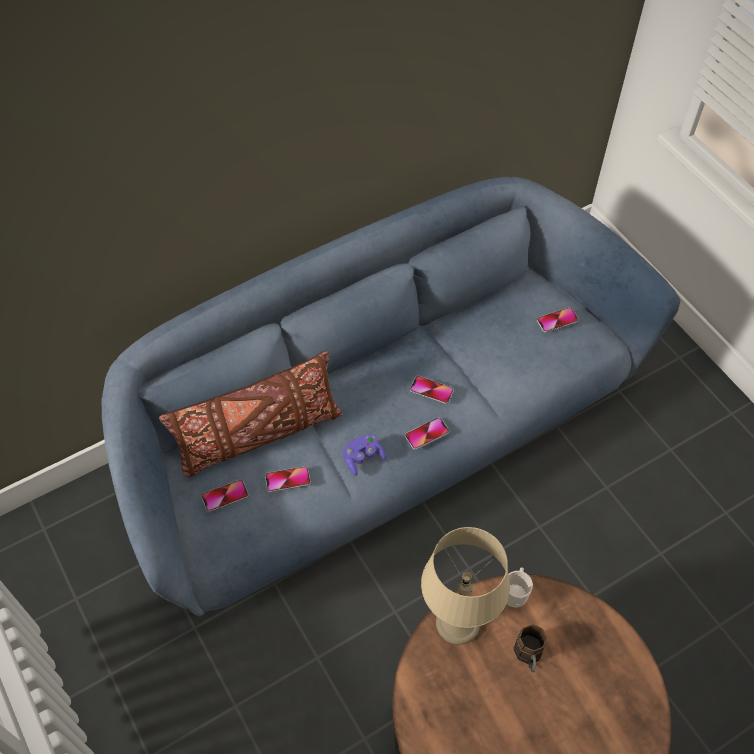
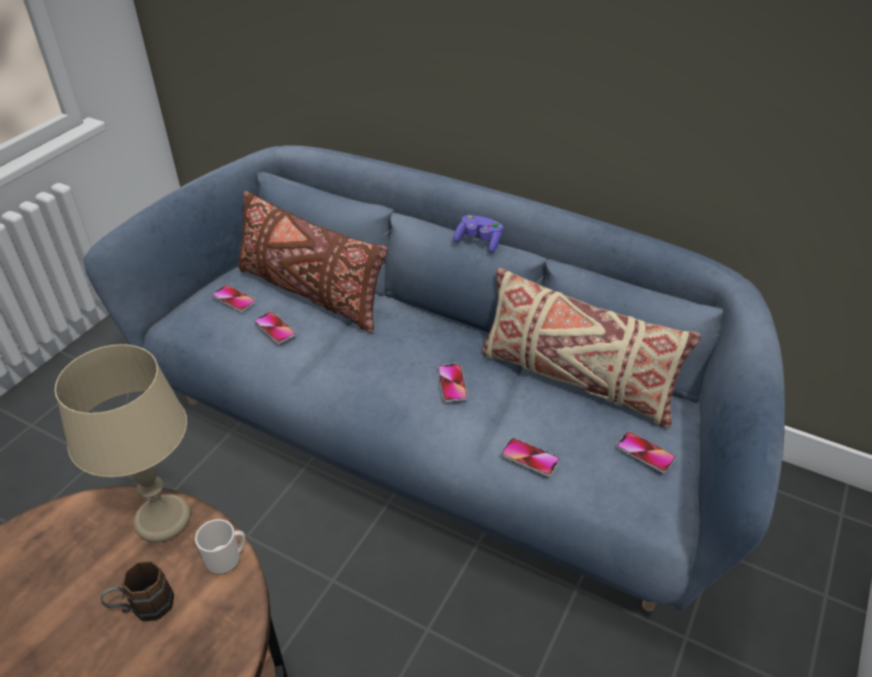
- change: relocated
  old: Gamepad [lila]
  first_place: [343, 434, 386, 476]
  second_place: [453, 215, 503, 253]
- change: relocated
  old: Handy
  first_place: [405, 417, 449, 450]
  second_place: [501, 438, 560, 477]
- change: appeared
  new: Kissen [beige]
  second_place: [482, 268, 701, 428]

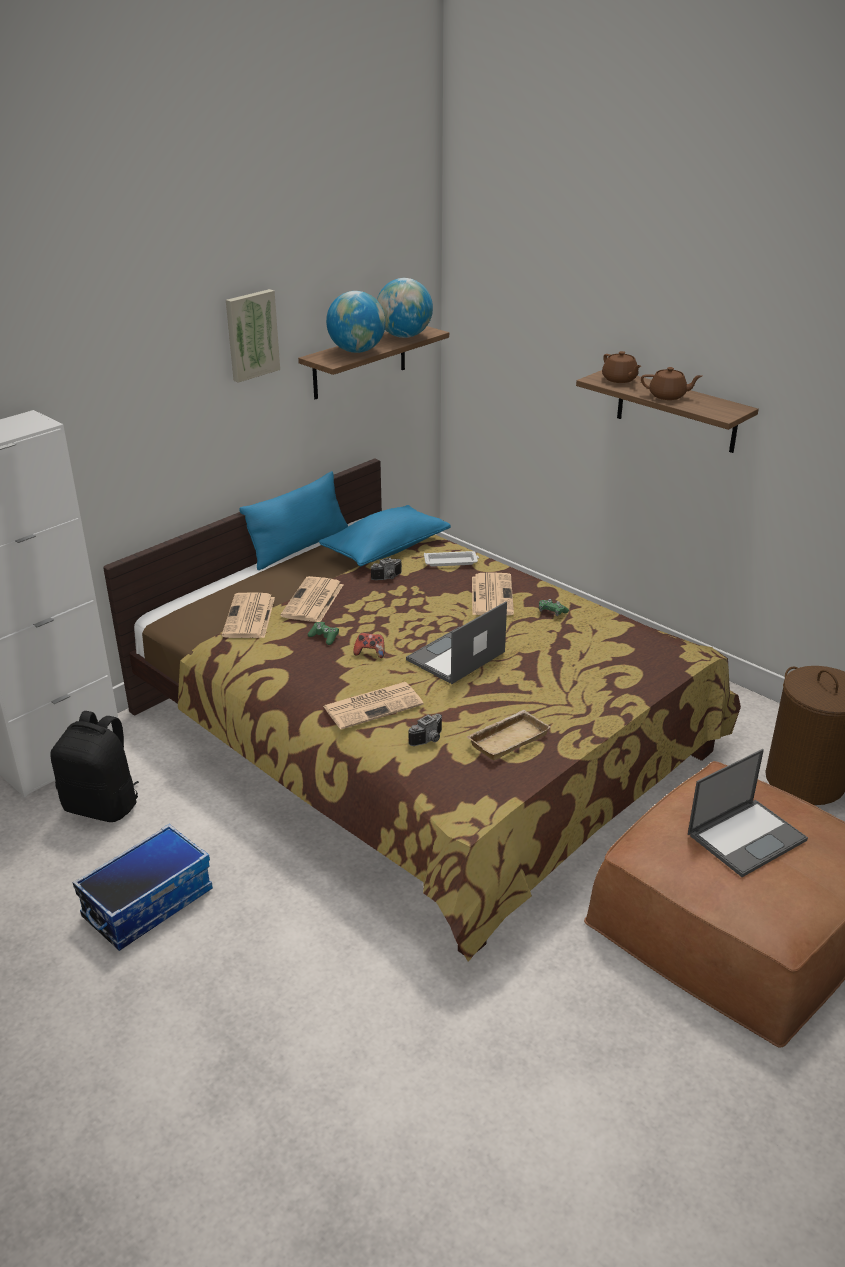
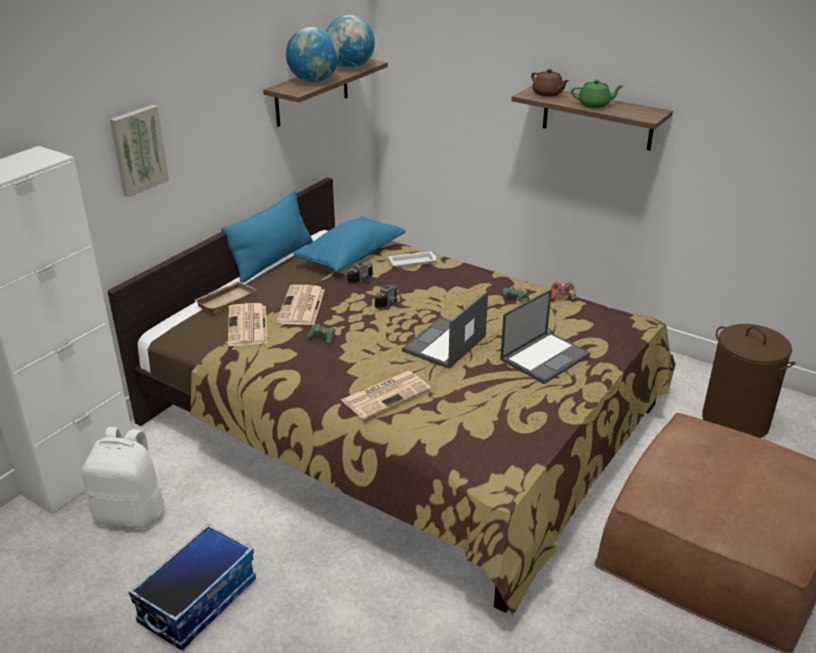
- change: colour
  old: Rucksack [schwarz]
  new: Rucksack [weiß]
  first_place: [50, 711, 139, 822]
  second_place: [82, 427, 164, 529]
- change: relocated
  old: Bild
  first_place: [226, 289, 280, 383]
  second_place: [110, 105, 169, 197]
- change: relocated
  old: Gamepad
  first_place: [353, 633, 385, 658]
  second_place: [551, 282, 576, 301]
- change: relocated
  old: Kamera
  first_place: [409, 714, 442, 746]
  second_place: [375, 285, 398, 309]
- change: relocated
  old: Tablett [beige]
  first_place: [466, 710, 550, 761]
  second_place: [194, 281, 257, 314]
- change: missing
  old: Zeitung
  first_place: [472, 572, 514, 615]
- change: colour
  old: Teekanne [braun]
  new: Teekanne [grün]
  first_place: [641, 367, 702, 400]
  second_place: [571, 80, 623, 108]
- change: relocated
  old: Laptop
  first_place: [688, 749, 808, 877]
  second_place: [500, 289, 590, 384]

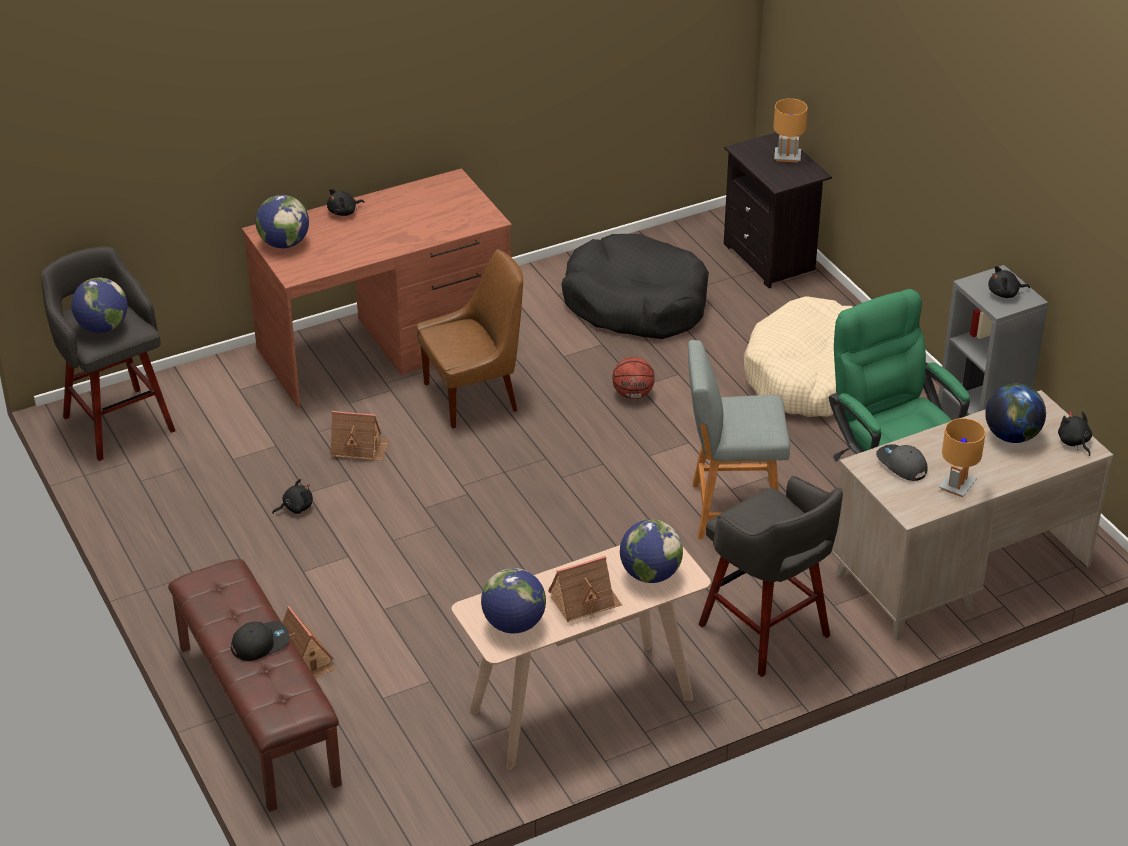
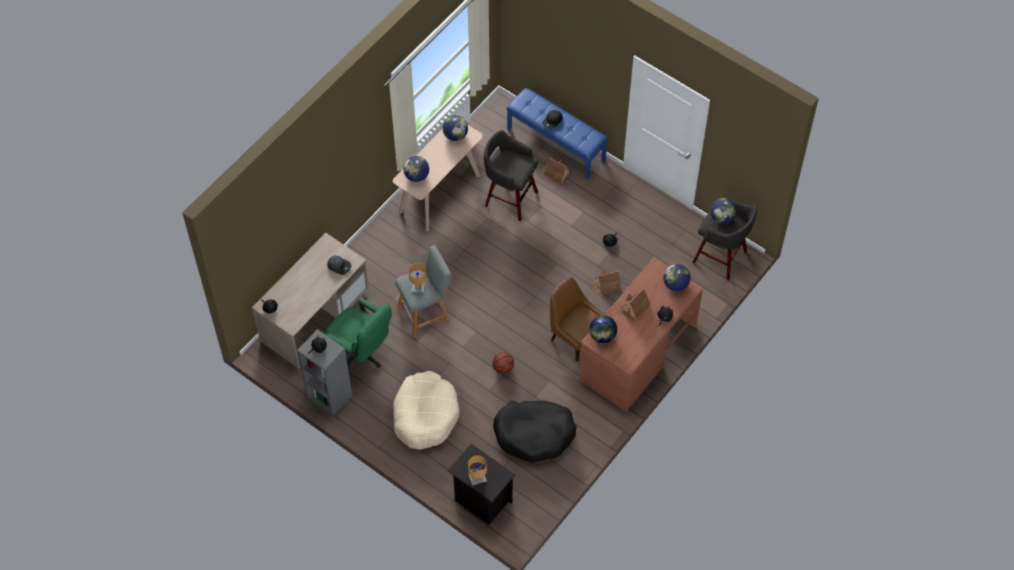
- change: colour
  old: Bank [braun]
  new: Bank [blau]
  first_place: [168, 559, 342, 812]
  second_place: [506, 88, 608, 179]
- change: spun
  old: Stuhl [braun]
  first_place: [417, 249, 523, 428]
  second_place: [550, 277, 604, 361]
  degrees: 90
- change: relocated
  old: Spielzeughaus
  first_place: [548, 556, 622, 622]
  second_place: [620, 288, 650, 322]
- change: relocated
  old: Hocker [grau]
  first_place: [698, 476, 843, 677]
  second_place: [484, 130, 538, 221]
- change: relocated
  old: Tischlampe [braun]
  first_place: [939, 418, 986, 497]
  second_place: [408, 263, 427, 293]
- change: relocated
  old: Globus
  first_place: [985, 384, 1046, 443]
  second_place: [589, 315, 617, 343]

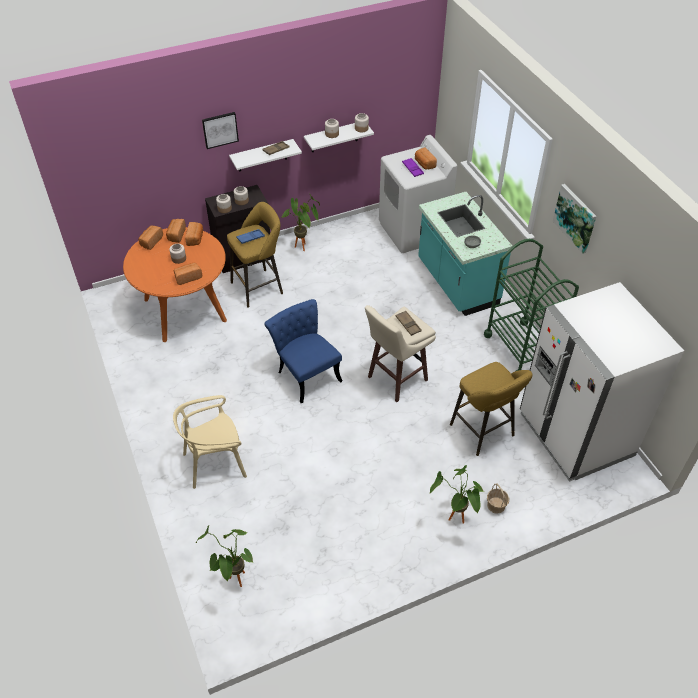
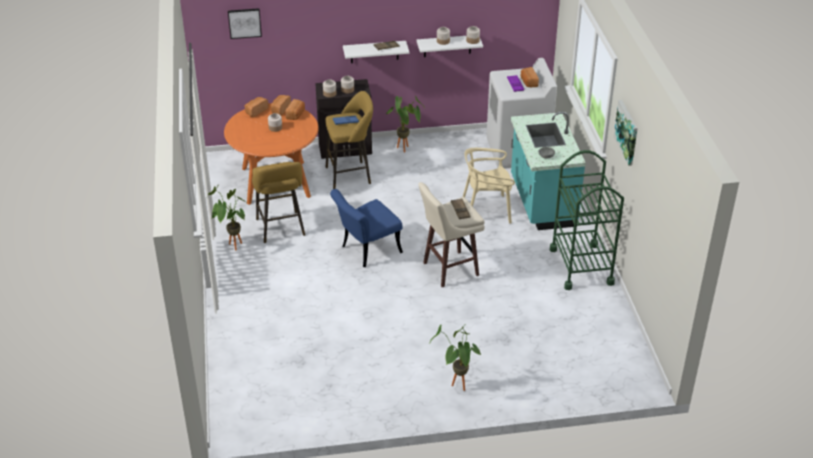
- change: relocated
  old: Stuhl [beige]
  first_place: [173, 395, 247, 489]
  second_place: [463, 148, 515, 223]
- change: missing
  old: Brot
  first_place: [174, 263, 202, 285]
- change: relocated
  old: Topfpflanze
  first_place: [196, 525, 253, 587]
  second_place: [208, 185, 246, 251]
- change: relocated
  old: Bild
  first_place: [202, 112, 239, 149]
  second_place: [228, 8, 262, 39]
- change: spun
  old: Stuhl [blau]
  first_place: [264, 299, 343, 403]
  second_place: [330, 189, 403, 267]
  degrees: -105
- change: relocated
  old: Hocker [gelb]
  first_place: [450, 362, 533, 456]
  second_place: [252, 162, 305, 243]
- change: missing
  old: Korb
  first_place: [487, 483, 509, 514]
- change: missing
  old: Kühlschrank [weiß]
  first_place: [520, 282, 684, 482]

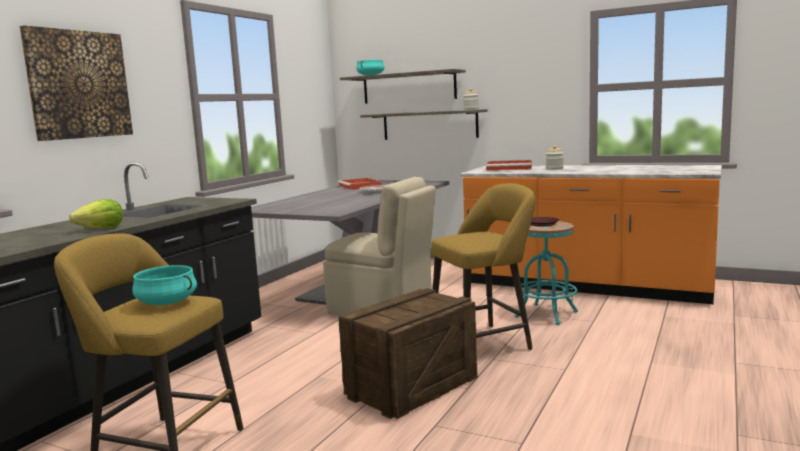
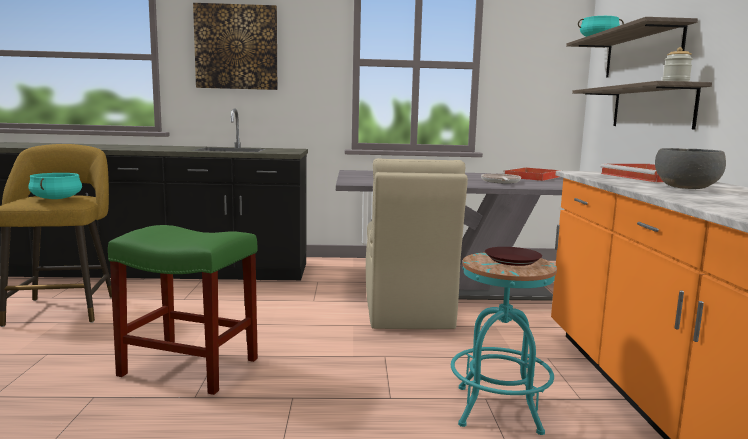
- change: missing
  old: Salatkopf
  first_place: [69, 199, 123, 228]
- change: exchanged
  old: Kiste
  new: Hocker [grün]
  first_place: [338, 288, 478, 419]
  second_place: [108, 225, 258, 395]
- change: missing
  old: Hocker [gelb]
  first_place: [431, 183, 536, 350]
- change: exchanged
  old: Vorratsglas
  new: Schüssel [grau]
  first_place: [546, 145, 564, 170]
  second_place: [655, 148, 726, 189]

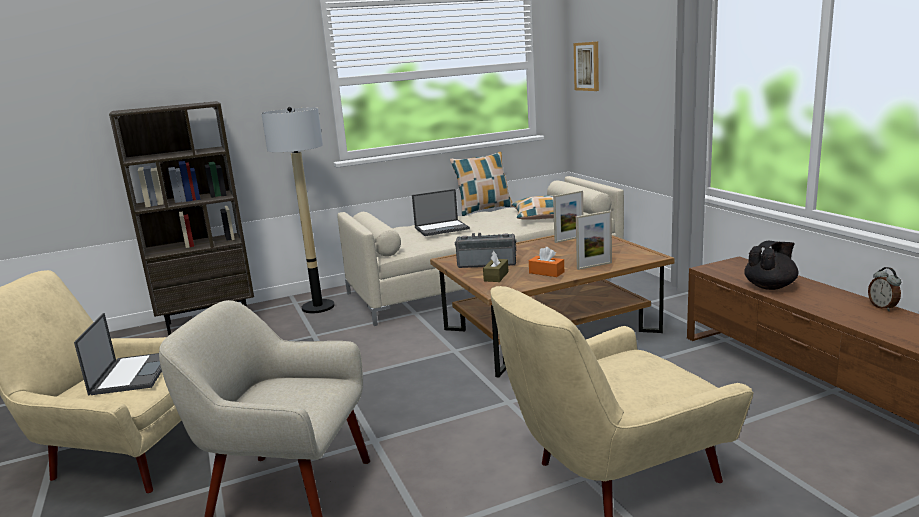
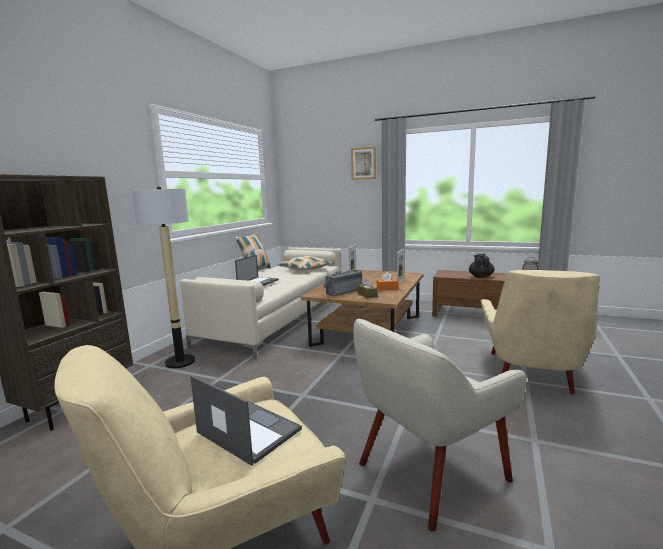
- change: relocated
  old: Bild
  first_place: [574, 42, 599, 91]
  second_place: [351, 147, 376, 180]

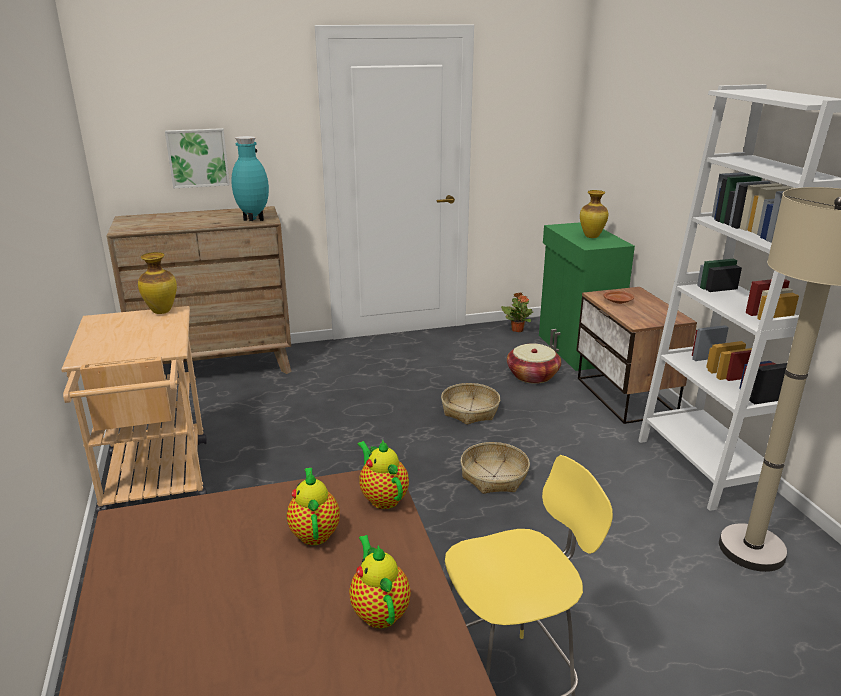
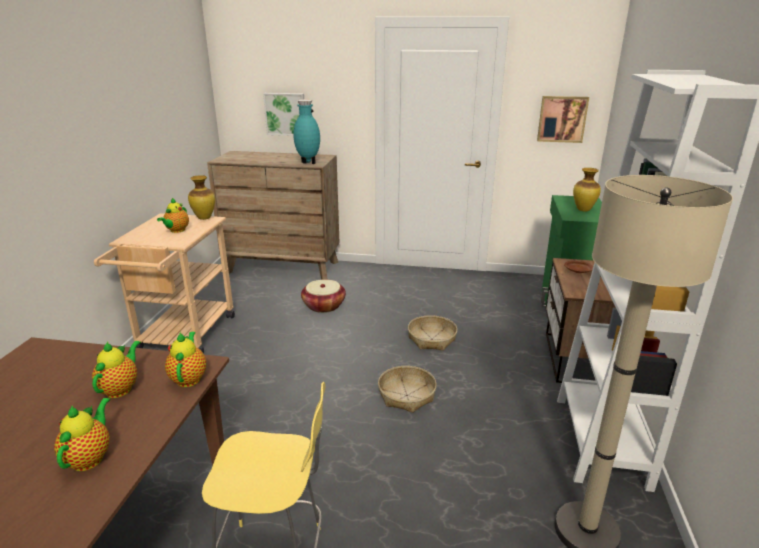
- change: missing
  old: Topfpflanze
  first_place: [501, 292, 533, 332]
- change: relocated
  old: Korb
  first_place: [507, 343, 561, 384]
  second_place: [301, 279, 346, 313]
- change: appeared
  new: Teekanne
  second_place: [157, 198, 189, 233]
- change: appeared
  new: Bild
  second_place: [537, 96, 589, 143]

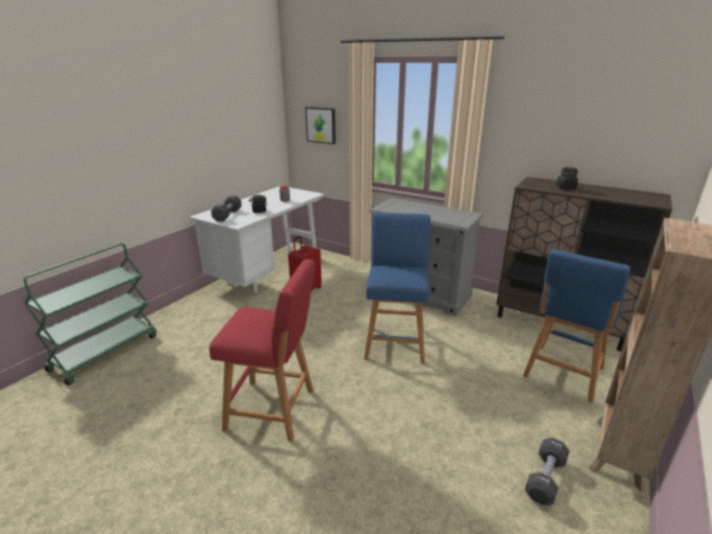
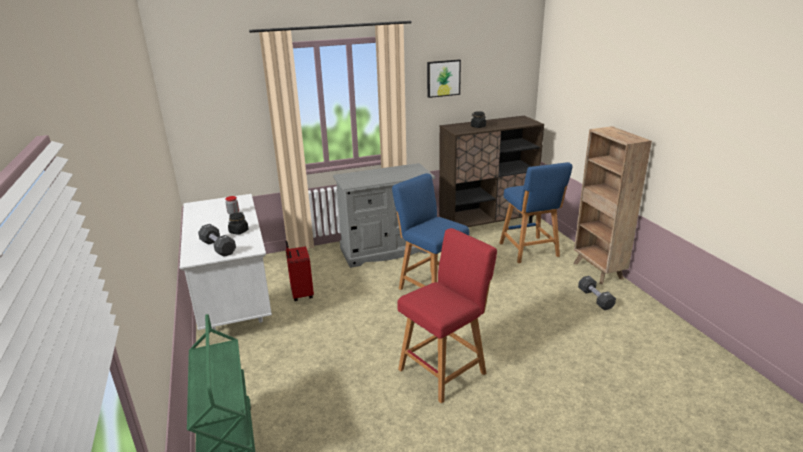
- change: relocated
  old: Bild
  first_place: [305, 107, 336, 144]
  second_place: [427, 59, 461, 98]

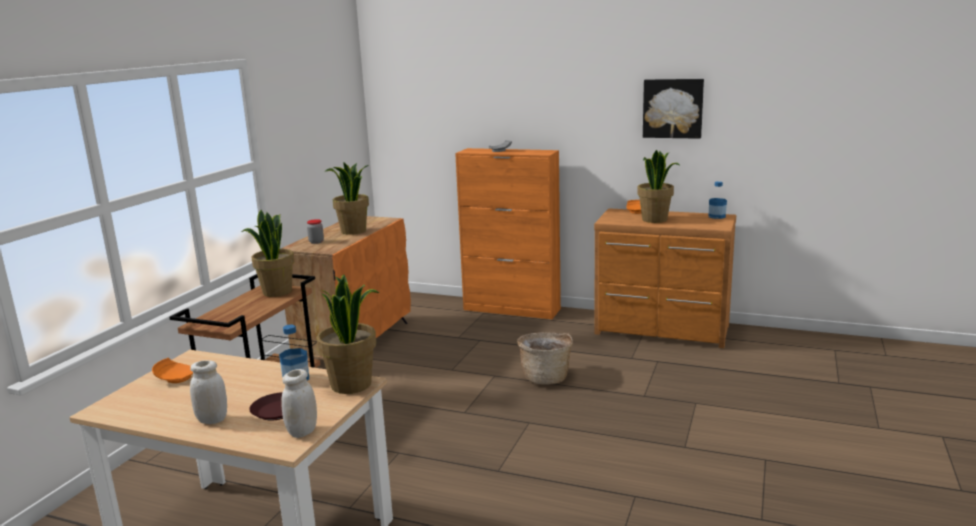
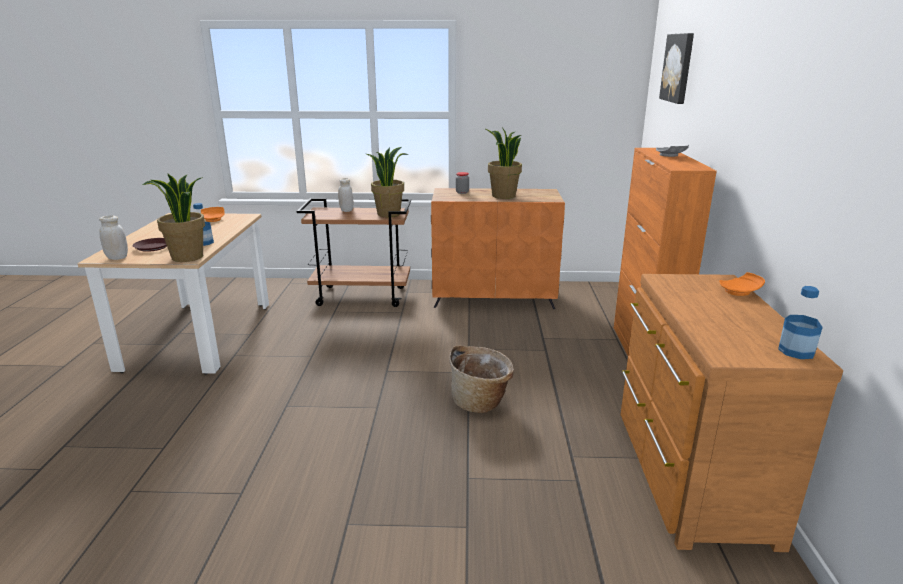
- change: relocated
  old: Vorratsglas [weiß]
  first_place: [190, 360, 227, 424]
  second_place: [338, 178, 353, 212]
- change: missing
  old: Topfpflanze
  first_place: [637, 150, 680, 223]
- change: relocated
  old: Bild
  first_place: [643, 79, 704, 139]
  second_place: [659, 33, 694, 104]

